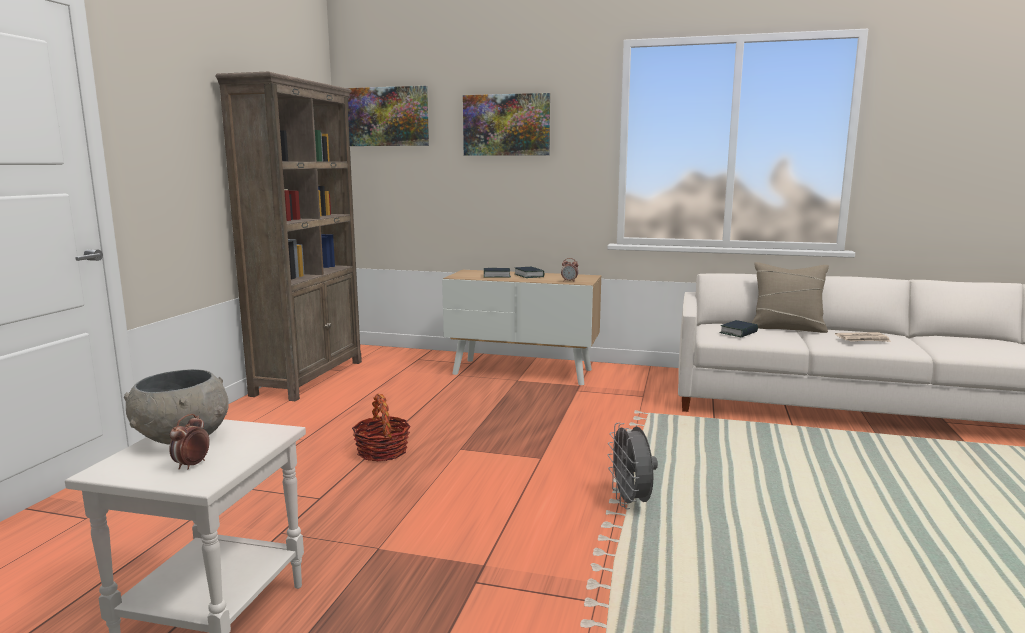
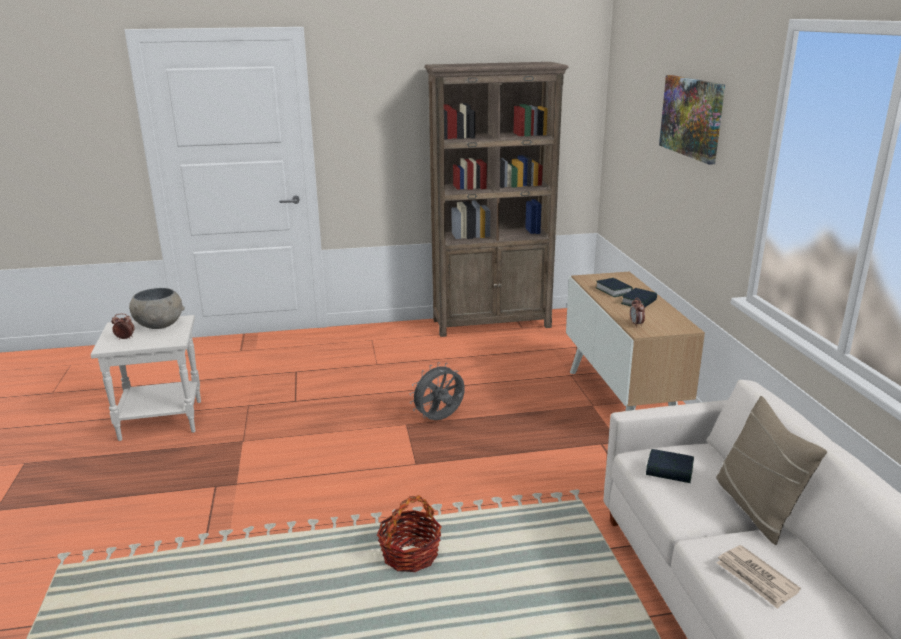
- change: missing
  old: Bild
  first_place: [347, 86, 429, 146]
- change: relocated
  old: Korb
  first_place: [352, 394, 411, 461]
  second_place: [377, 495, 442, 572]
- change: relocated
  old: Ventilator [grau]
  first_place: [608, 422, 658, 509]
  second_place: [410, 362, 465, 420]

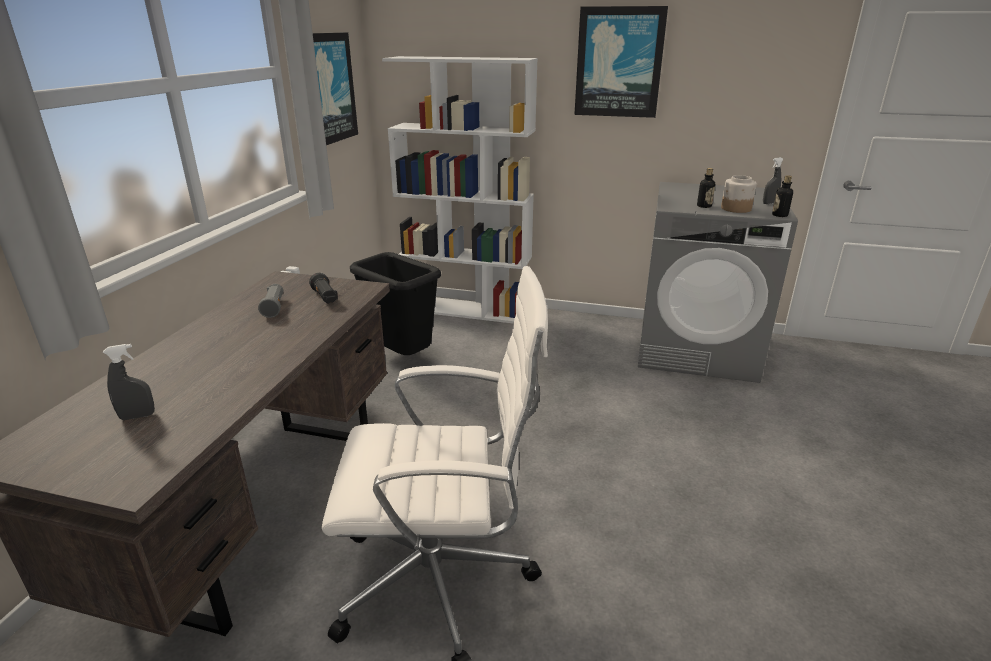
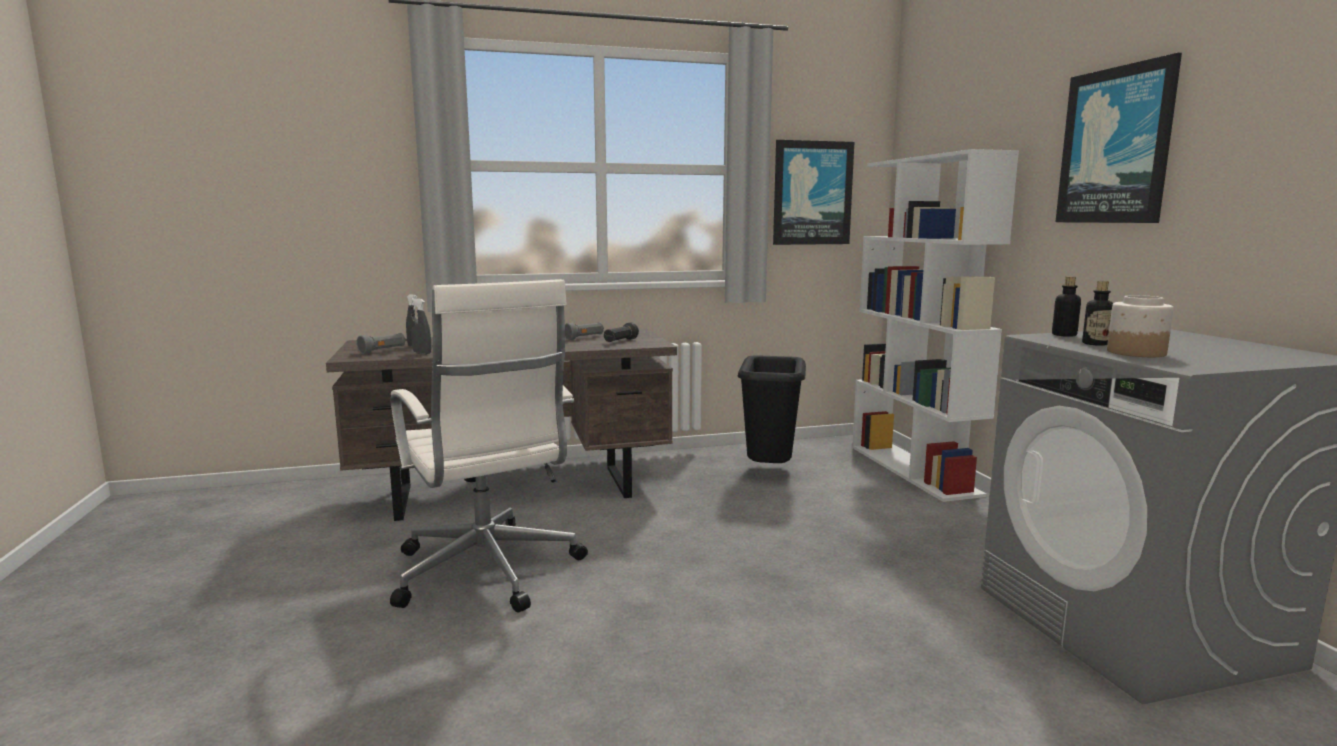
- change: relocated
  old: Sprühflasche [grau]
  first_place: [763, 157, 784, 204]
  second_place: [411, 298, 431, 354]
- change: relocated
  old: Flasche
  first_place: [772, 175, 793, 217]
  second_place: [1052, 276, 1081, 337]
- change: appeared
  new: Taschenlampe [grau]
  second_place: [357, 333, 406, 354]

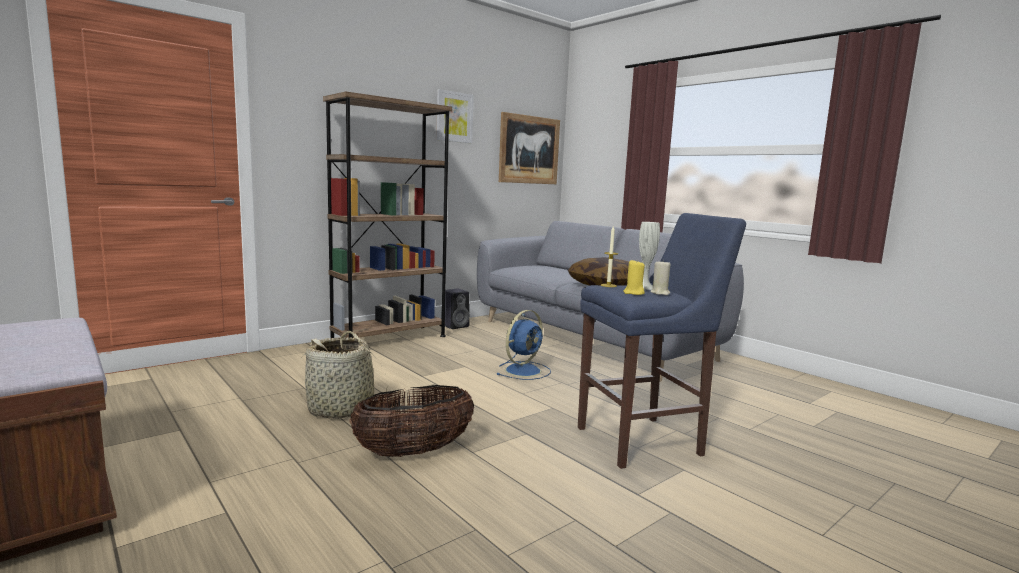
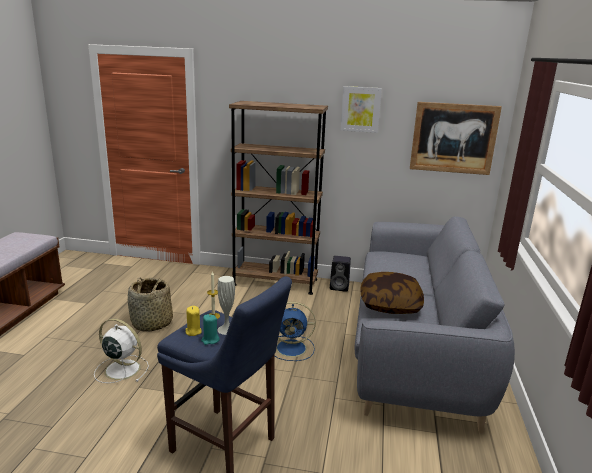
- change: exchanged
  old: Korb
  new: Ventilator [weiß]
  first_place: [349, 385, 474, 457]
  second_place: [94, 318, 149, 383]
- change: colour
  old: Kerze [beige]
  new: Kerze [türkis]
  first_place: [650, 259, 671, 295]
  second_place: [201, 314, 220, 345]

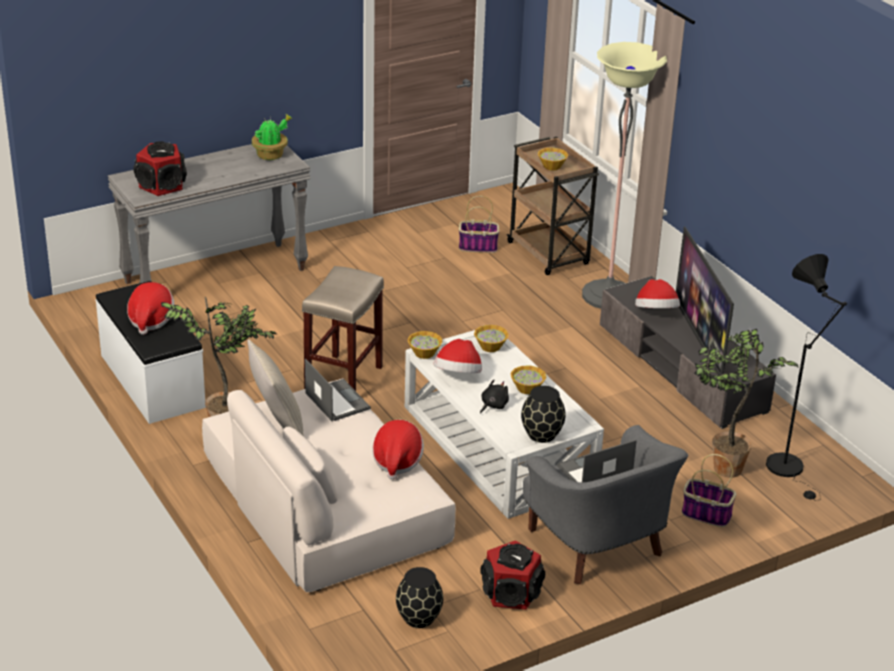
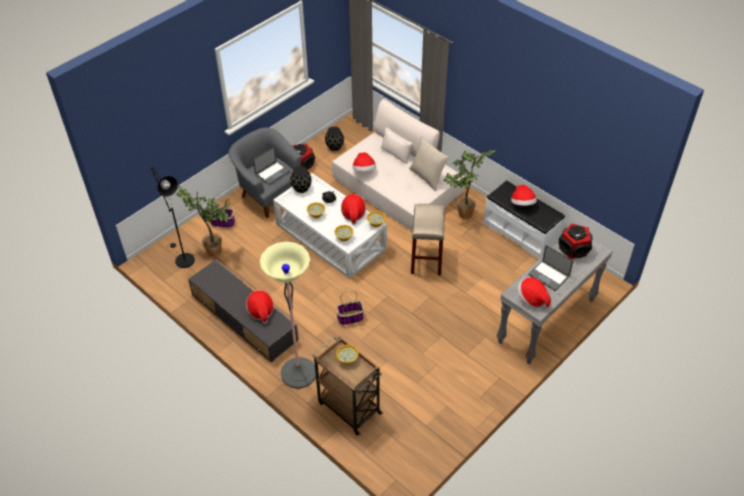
- change: exchanged
  old: Topfpflanze
  new: Hut
  first_place: [252, 114, 292, 160]
  second_place: [518, 277, 551, 309]
- change: relocated
  old: Laptop
  first_place: [305, 359, 371, 422]
  second_place: [528, 245, 573, 291]
- change: relocated
  old: Korb
  first_place: [459, 196, 499, 253]
  second_place: [336, 290, 364, 325]
- change: missing
  old: Fernseher
  first_place: [676, 227, 734, 375]

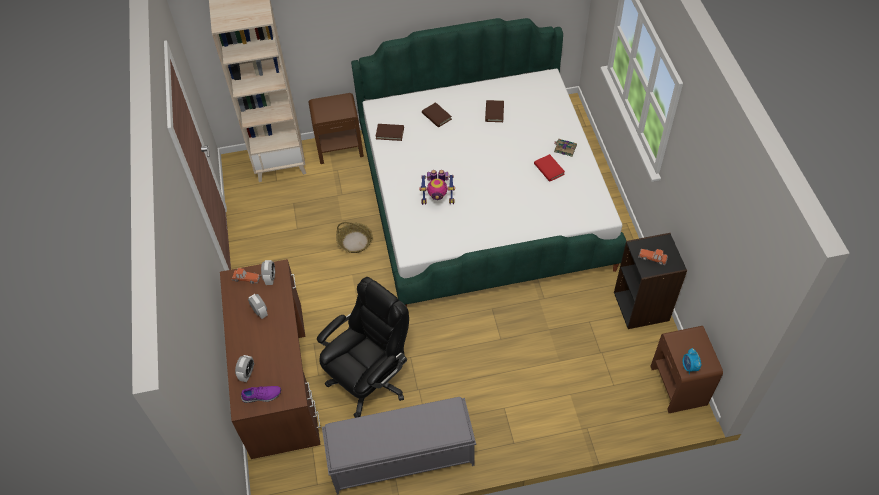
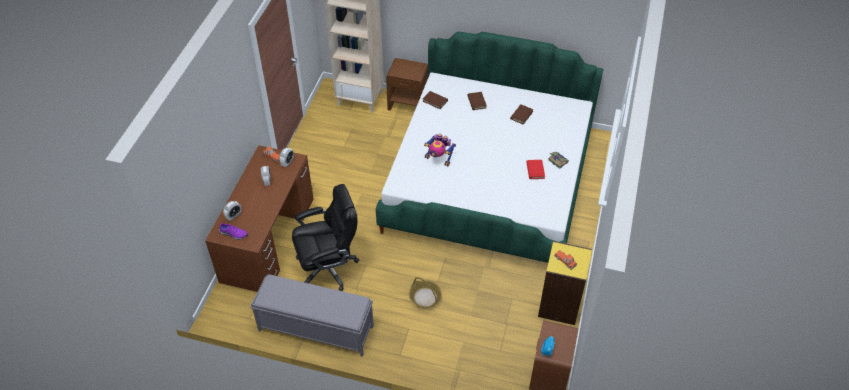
- change: relocated
  old: Korb
  first_place: [336, 222, 373, 253]
  second_place: [409, 277, 442, 308]
- change: colour
  old: Bücherregal [schwarz]
  new: Bücherregal [gelb]
  first_place: [614, 233, 687, 329]
  second_place: [538, 241, 592, 325]

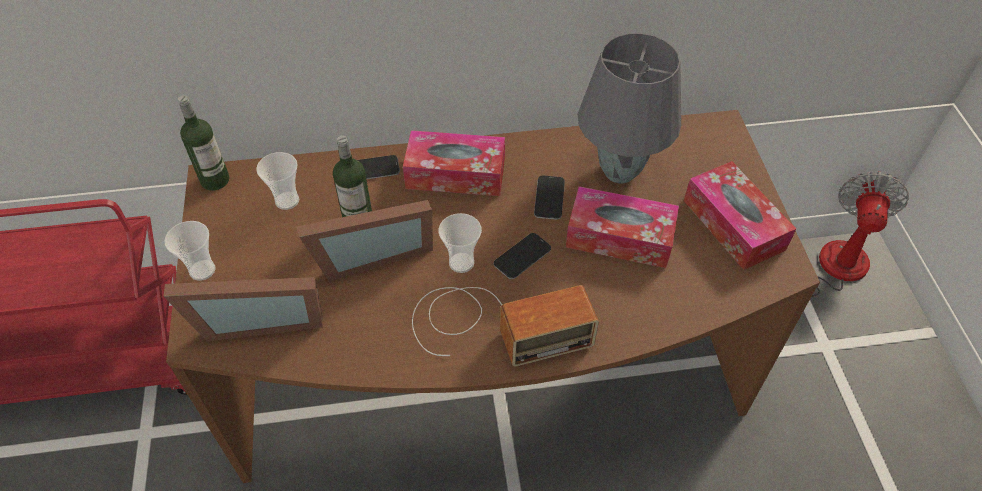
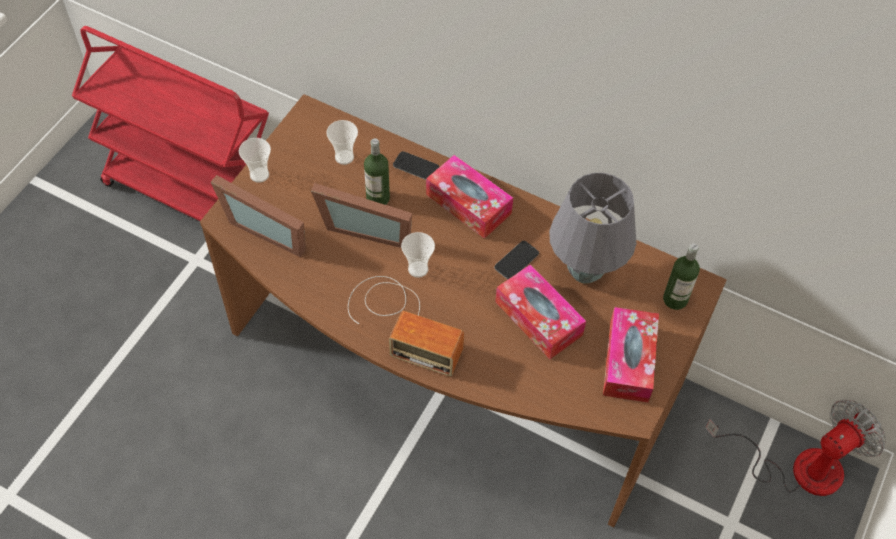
- change: relocated
  old: Flasche
  first_place: [178, 95, 230, 191]
  second_place: [663, 243, 700, 310]
- change: missing
  old: Handy
  first_place: [493, 233, 551, 279]

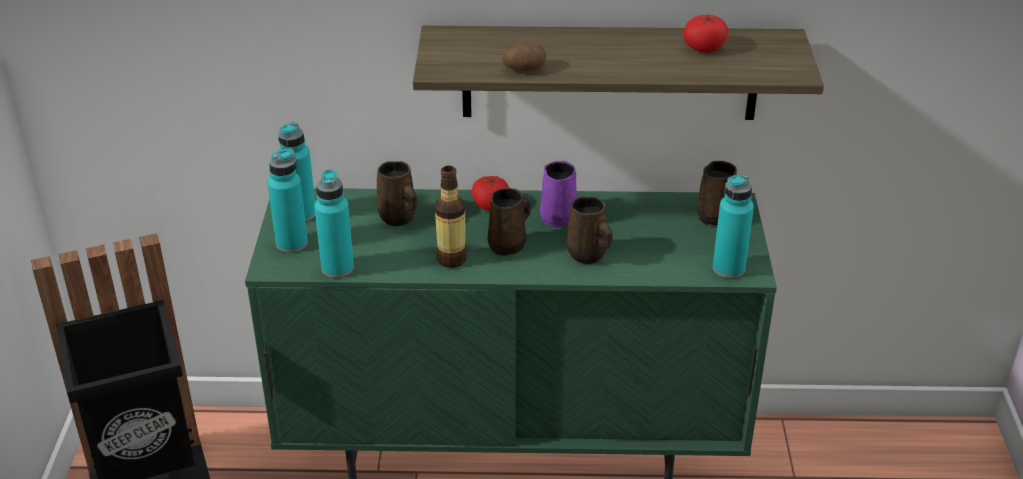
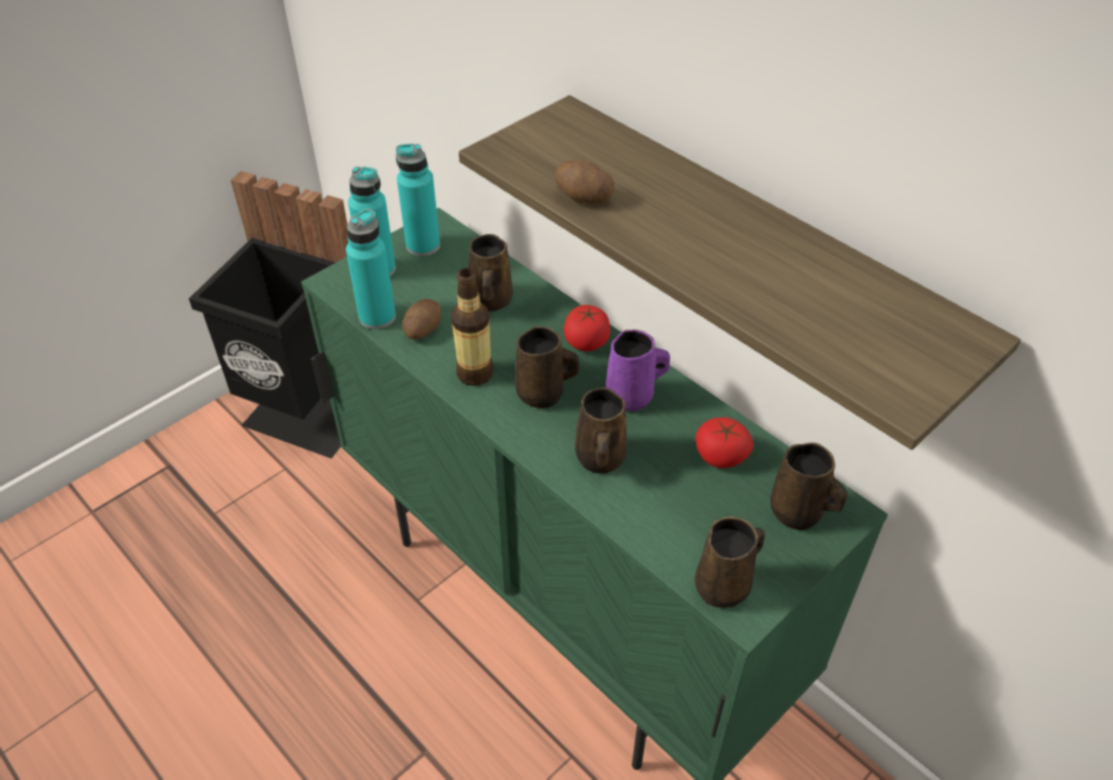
- change: relocated
  old: Tomate
  first_place: [683, 15, 728, 53]
  second_place: [695, 417, 753, 468]
- change: exchanged
  old: Flasche [türkis]
  new: Henkelbecher [braun]
  first_place: [713, 174, 754, 278]
  second_place: [695, 517, 765, 608]
- change: appeared
  new: Kartoffel
  second_place: [402, 299, 441, 340]

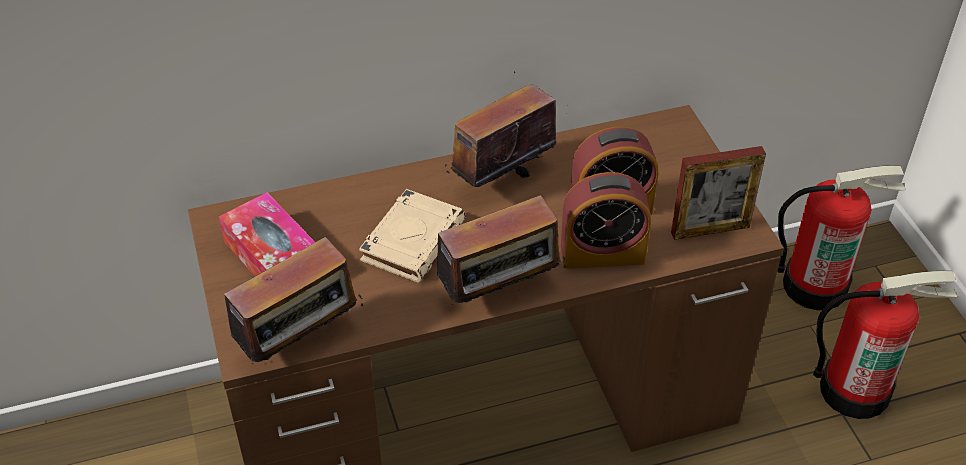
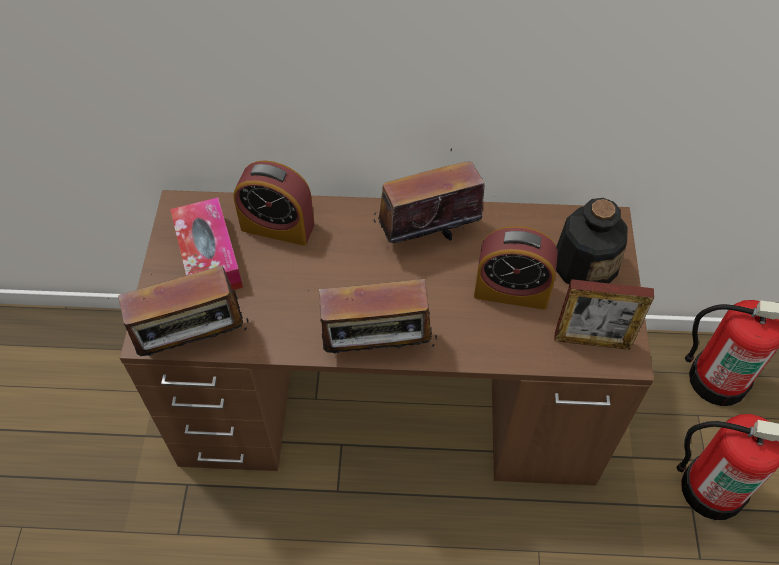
- change: missing
  old: Buch [beige]
  first_place: [359, 189, 466, 283]
- change: relocated
  old: Wecker
  first_place: [561, 172, 651, 269]
  second_place: [233, 160, 315, 246]
- change: appeared
  new: Flasche
  second_place: [556, 198, 628, 284]

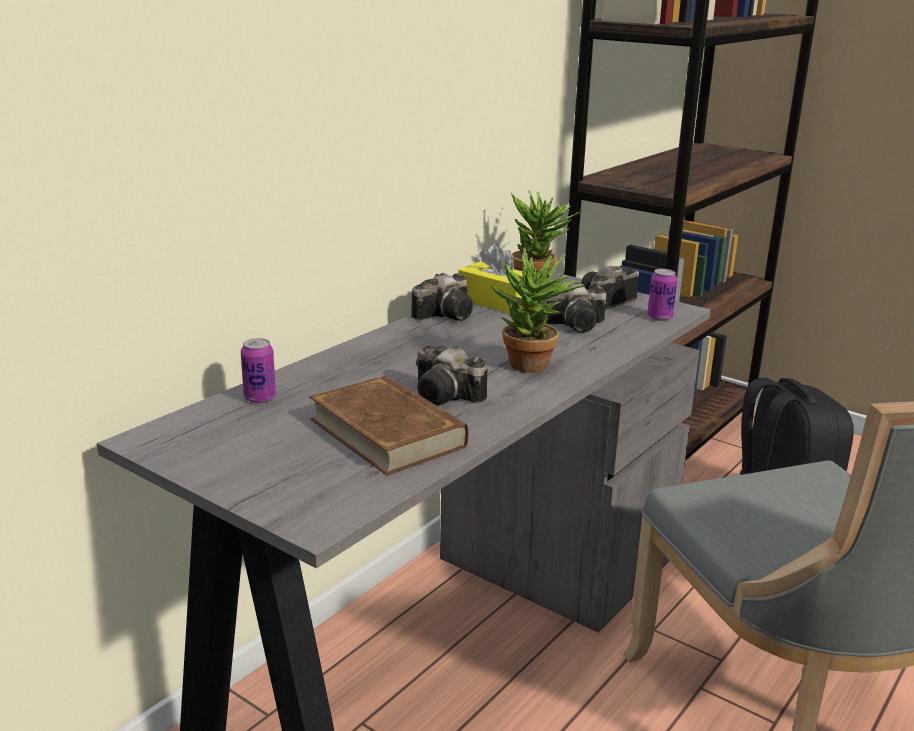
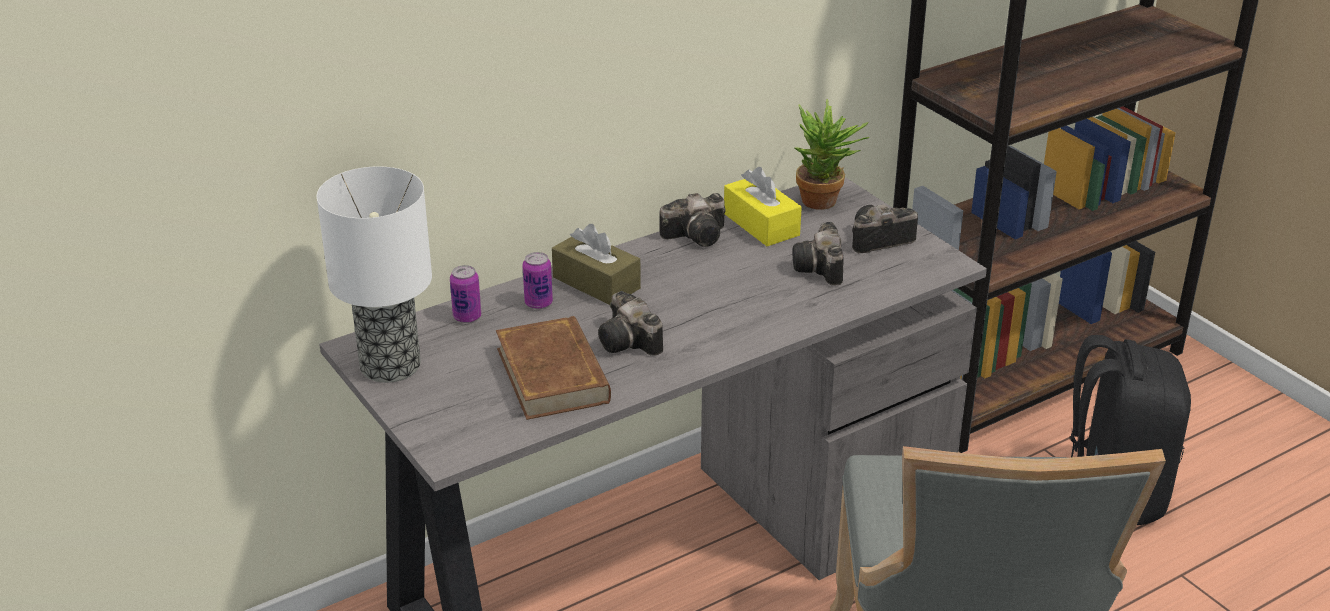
- change: missing
  old: Topfpflanze
  first_place: [491, 247, 585, 373]
- change: spun
  old: Kamera
  first_place: [541, 282, 607, 333]
  second_place: [792, 222, 844, 285]
  degrees: 75
- change: relocated
  old: Dose
  first_place: [648, 269, 677, 321]
  second_place: [523, 252, 553, 309]
- change: appeared
  new: Tischlampe
  second_place: [317, 166, 432, 383]
- change: appeared
  new: Taschentuchbox [braun]
  second_place: [552, 224, 641, 305]

